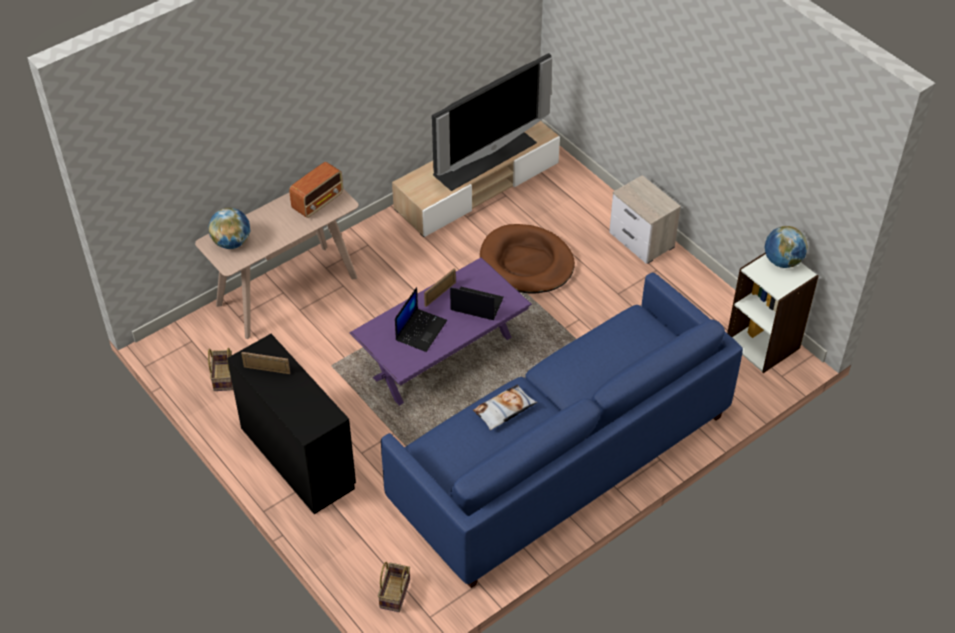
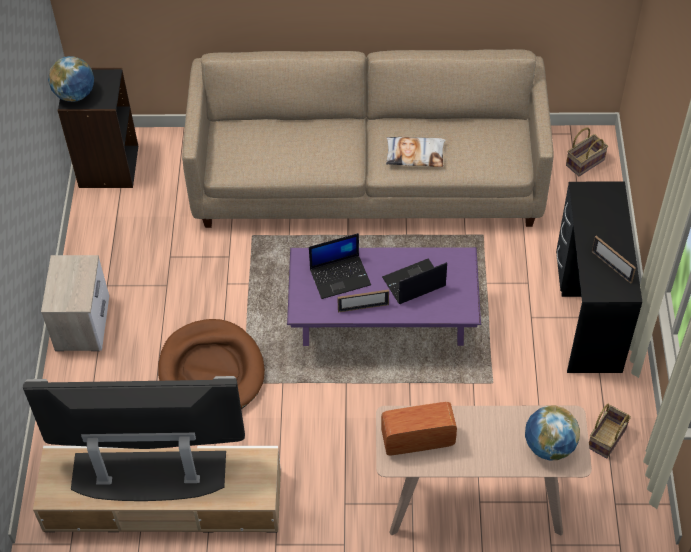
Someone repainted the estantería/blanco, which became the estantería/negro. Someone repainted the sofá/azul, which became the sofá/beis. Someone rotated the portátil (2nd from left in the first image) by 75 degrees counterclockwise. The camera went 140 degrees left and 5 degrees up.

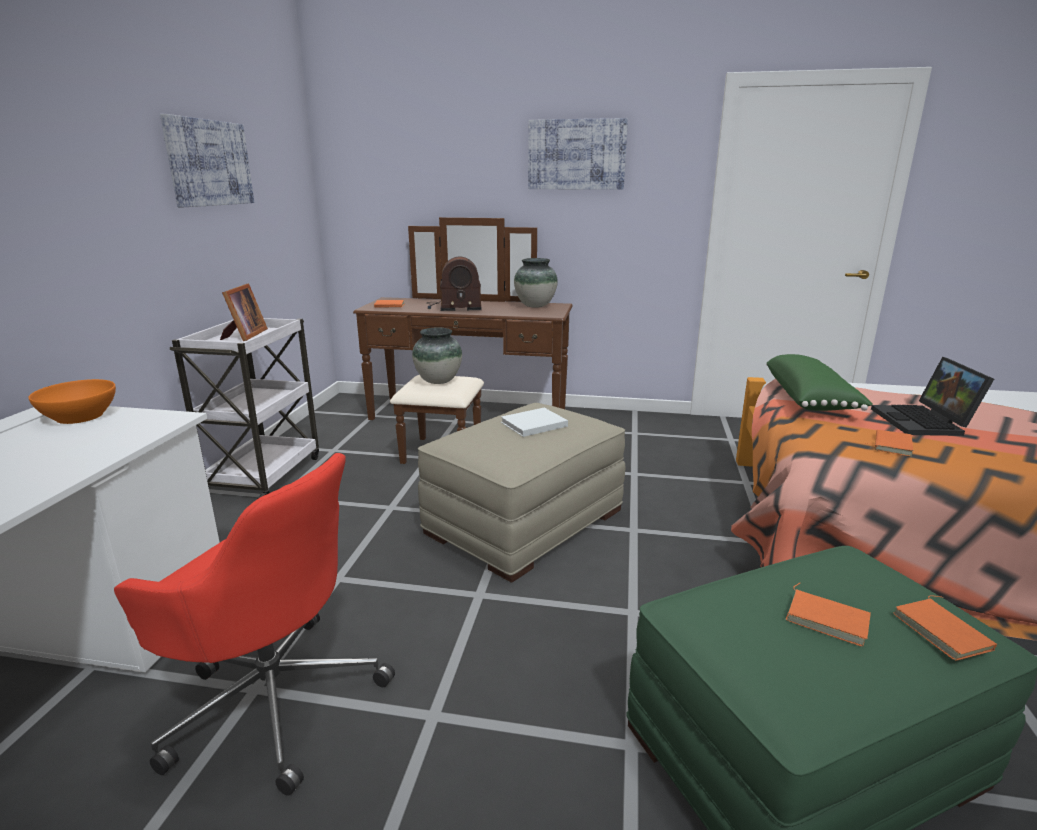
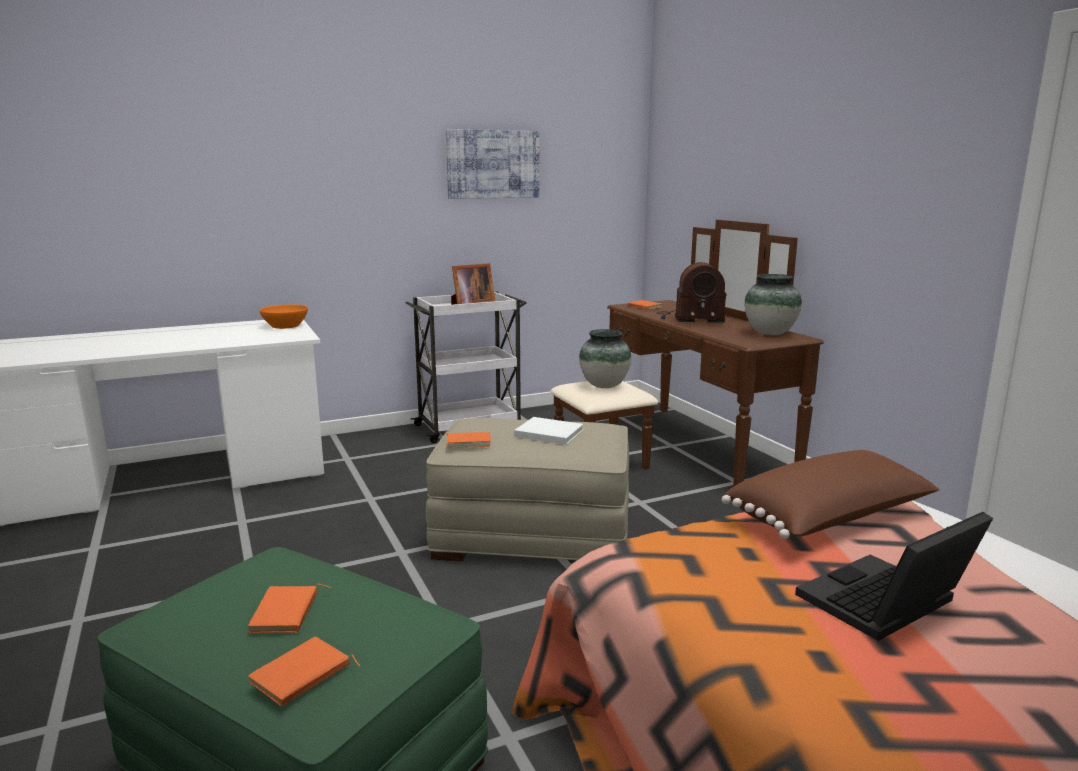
Someone took away the cuadro (2nd from left). Someone rotated the radio by 45 degrees counterclockwise. Someone repainted the cojín/verde, which became the cojín/marrón. Someone carried the libro/naranja (3rd from left). Someone took away the silla de oficina/rojo. The camera went 55 degrees right and 5 degrees down.

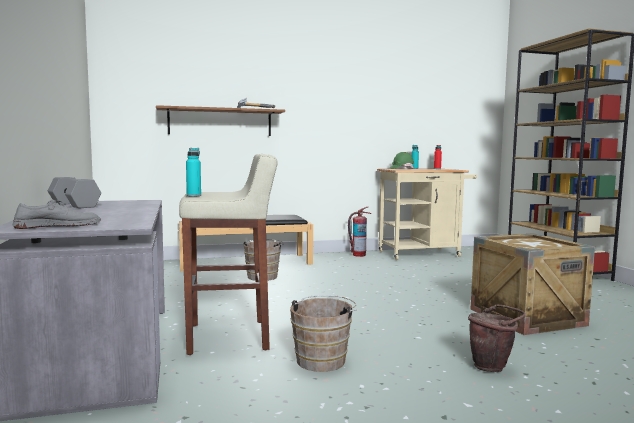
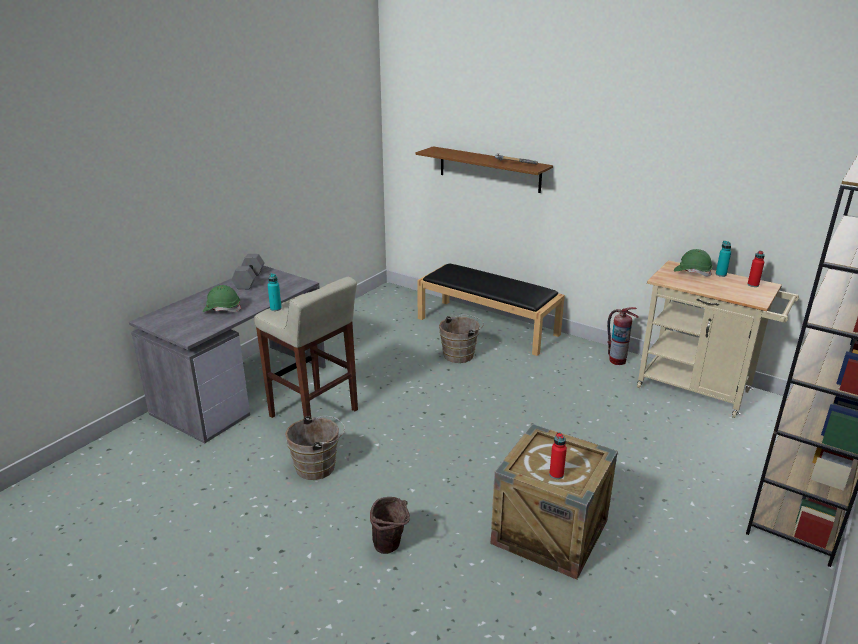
Someone took away the zapato/gris. Someone put down the casco/verde (1st from left). Someone put down the botella/rojo (1st from left). The camera went 50 degrees right and 20 degrees up.

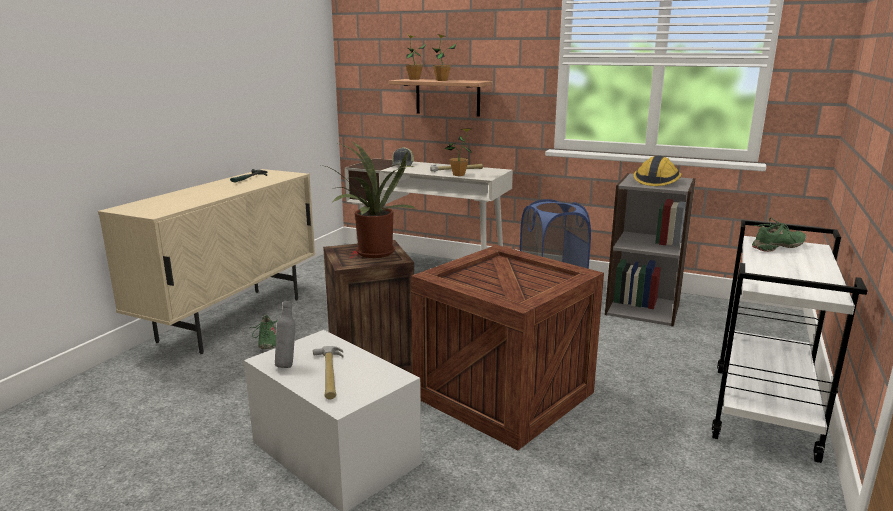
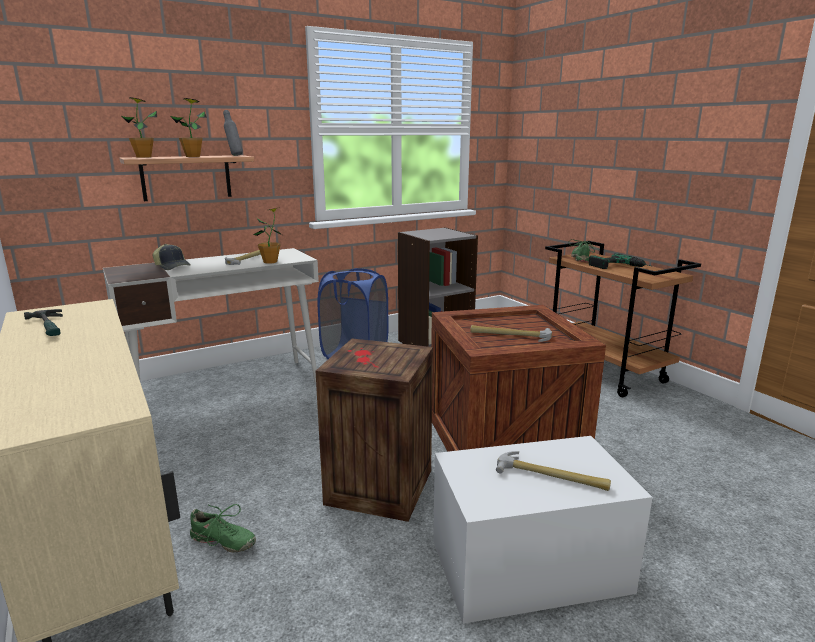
Someone took away the planta en maceta (1st from left). Someone took away the casco. Someone repainted the carrito/blanco, which became the carrito/marrón. Someone carried the botella/gris. Someone put down the taladro. Someone put down the martillo (3rd from left). The camera went 55 degrees left and 0 degrees up.

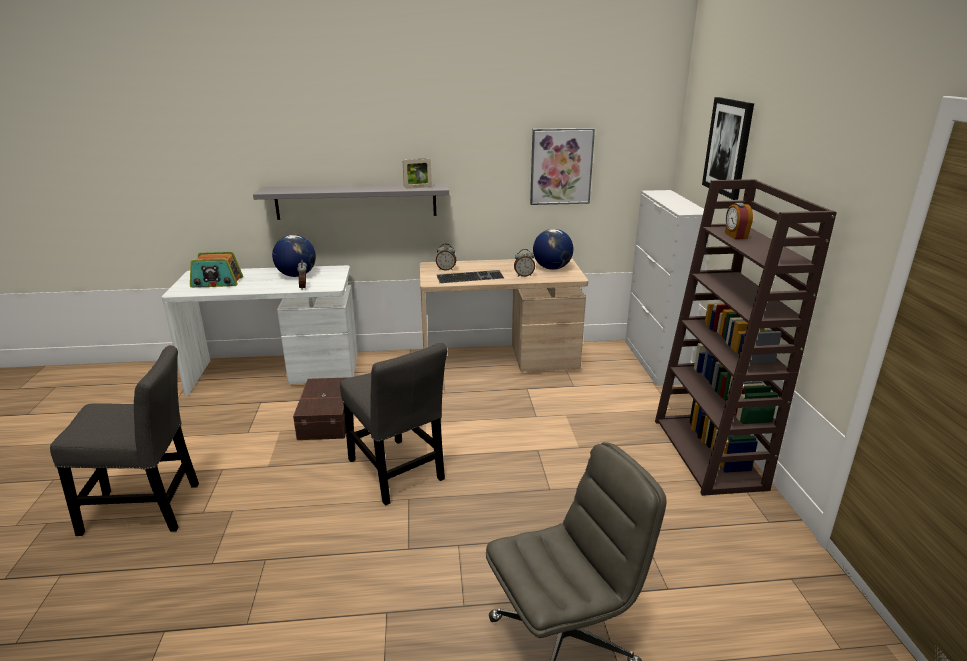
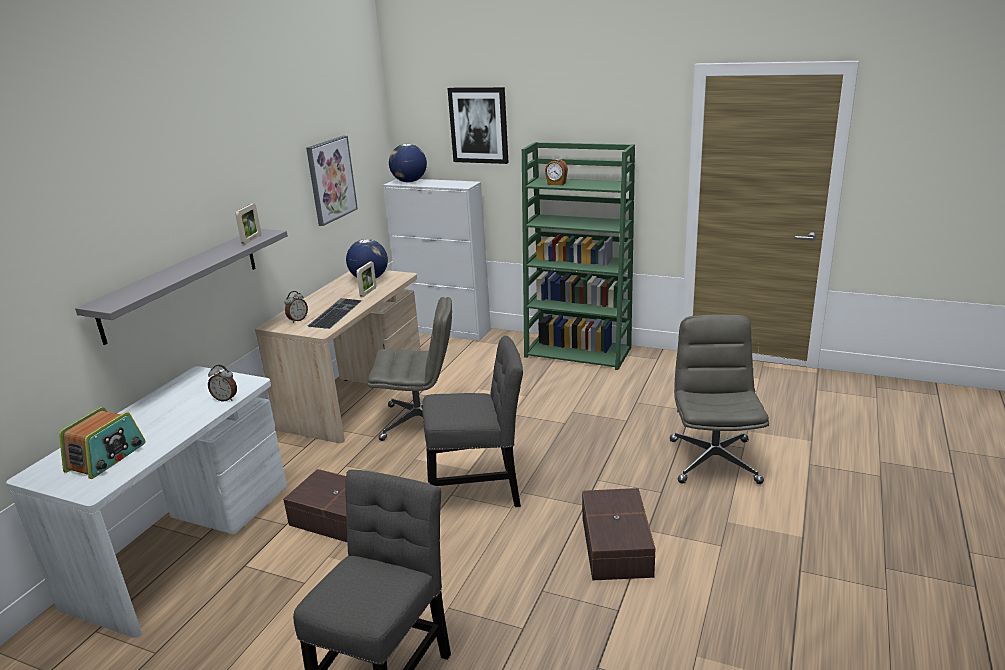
Someone repainted the estantería/marrón, which became the estantería/verde. Someone carried the globo terráqueo (1st from left in the first image). Someone swapped the despertador (3rd from left) for the portarretratos (2nd from left). Someone put down the silla de oficina/gris (1st from left). Someone put down the caja de almacenaje/marrón (2nd from left). The camera went 60 degrees left and 0 degrees up.

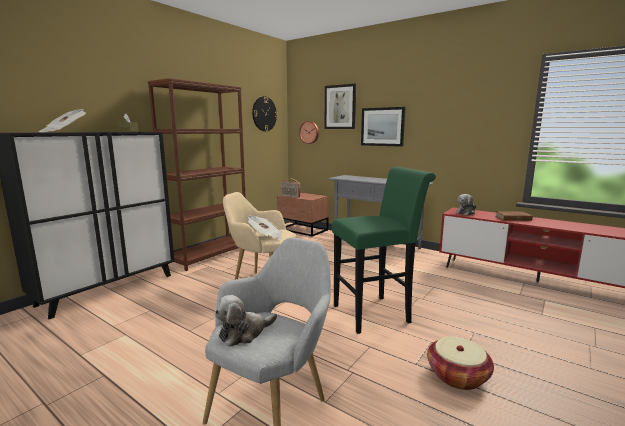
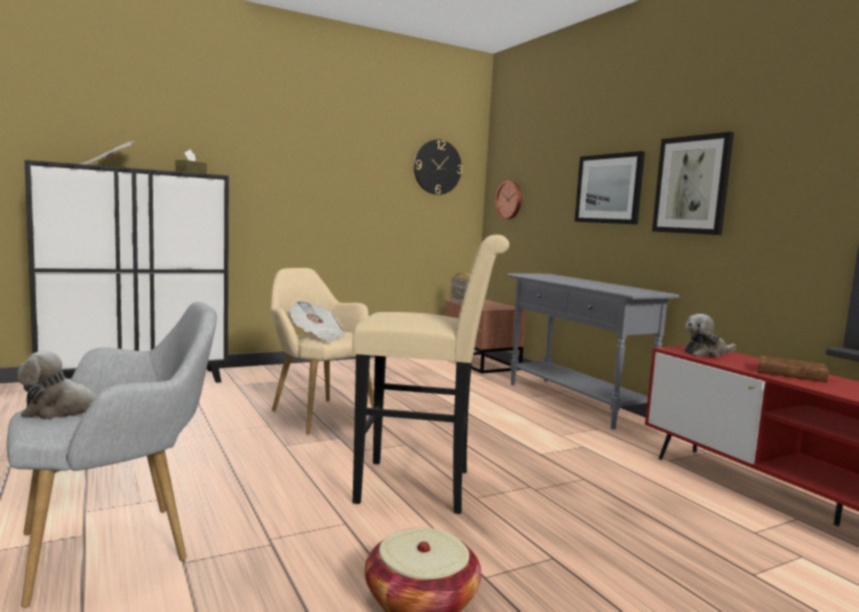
Someone took away the estantería/marrón. Someone carried the cuadro (1st from left in the first image). Someone repainted the taburete/verde, which became the taburete/beis. The camera went 25 degrees right and 5 degrees down.

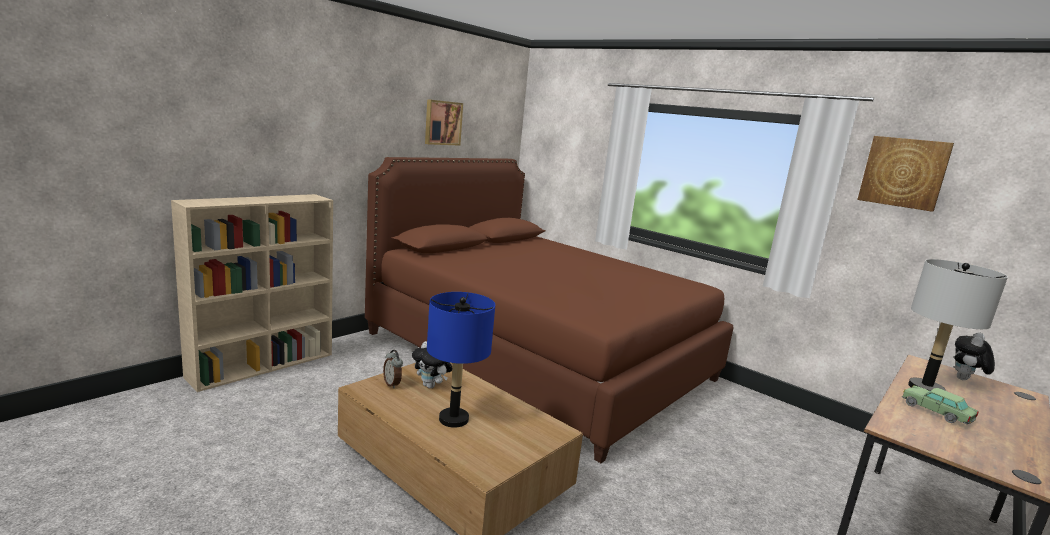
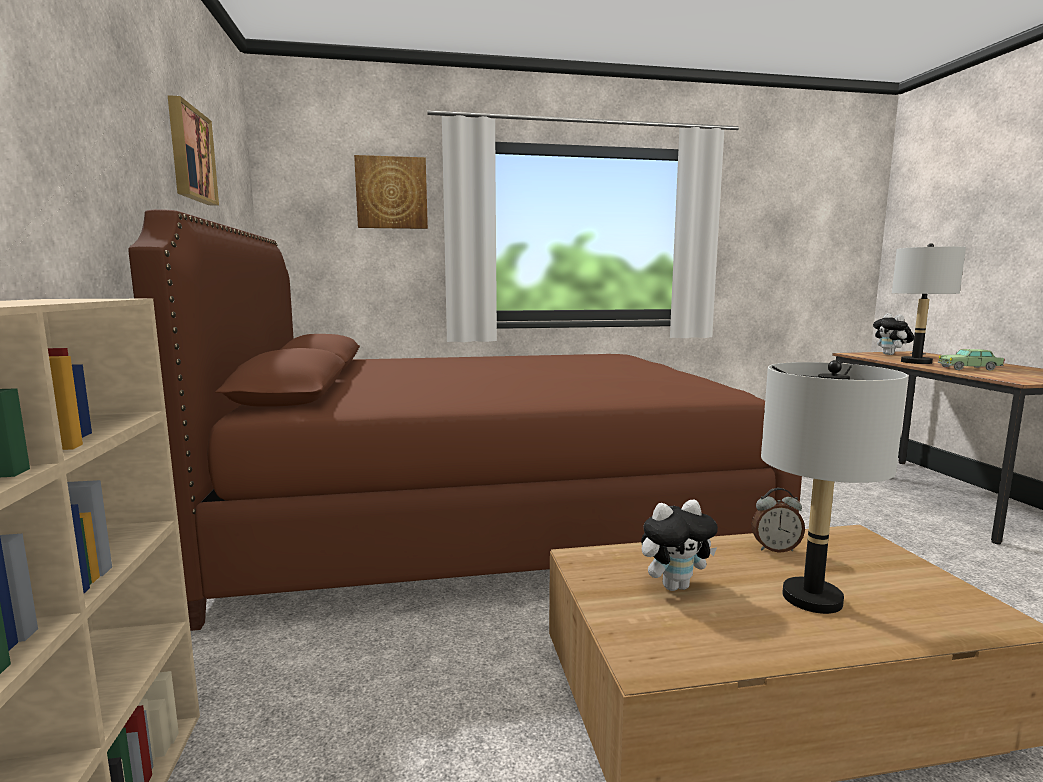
Someone carried the cuadro (2nd from left). Someone repainted the lámpara de mesa/azul, which became the lámpara de mesa/gris (1st from left). Someone carried the despertador. The camera went 50 degrees left and 5 degrees down.

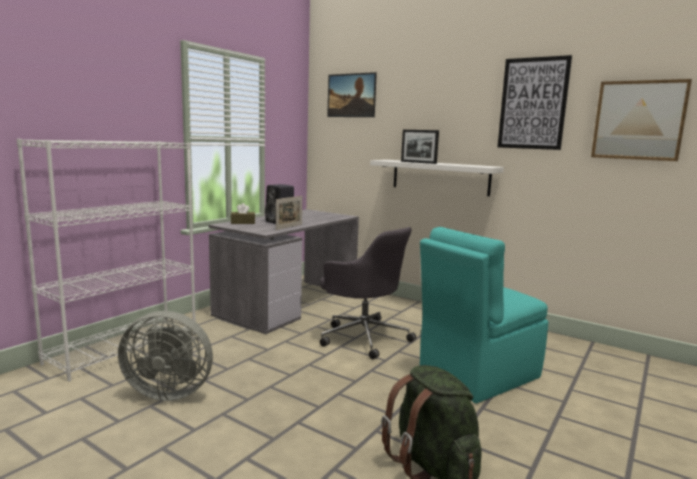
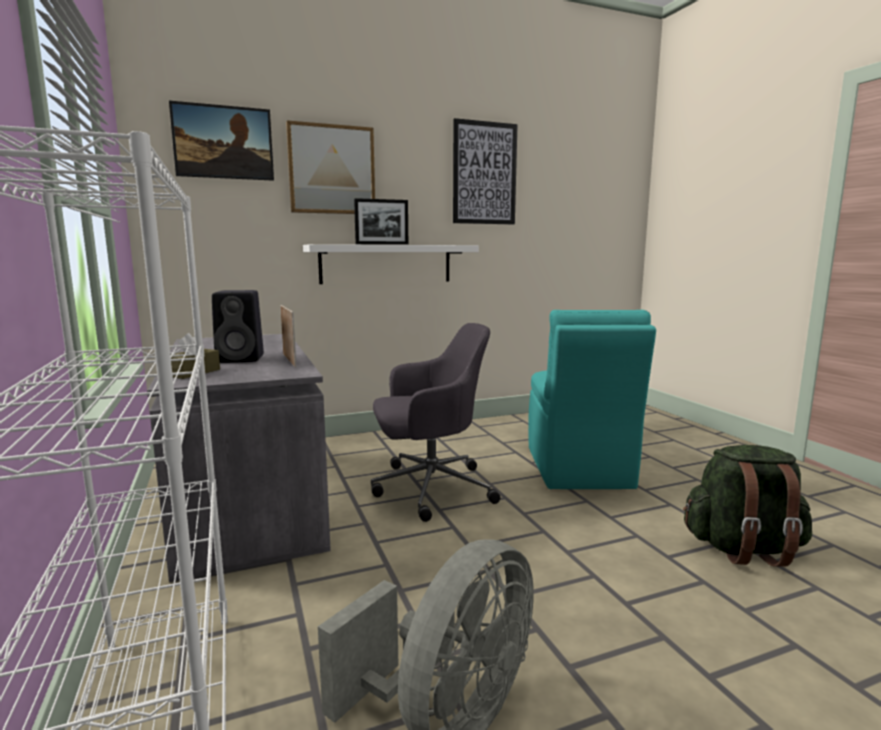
Someone carried the cuadro (3rd from left in the first image). The camera went 55 degrees left and 0 degrees up.

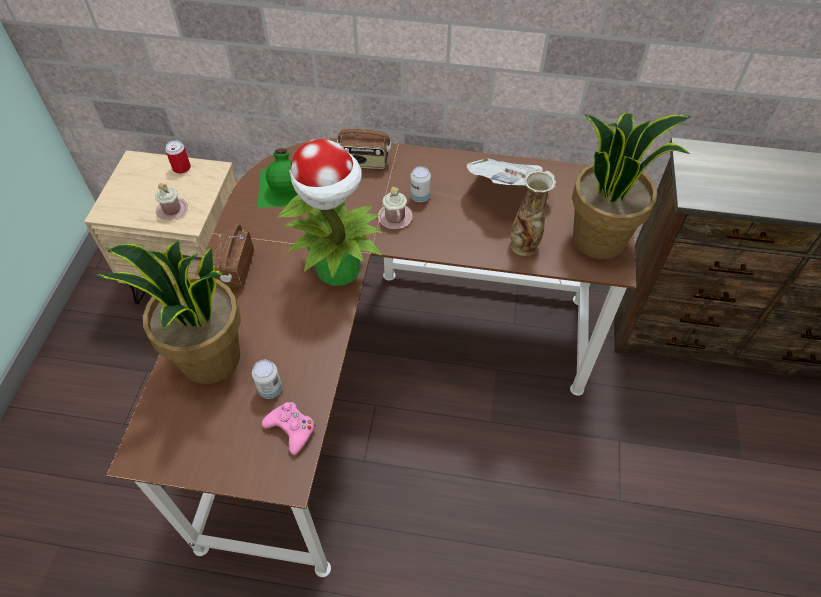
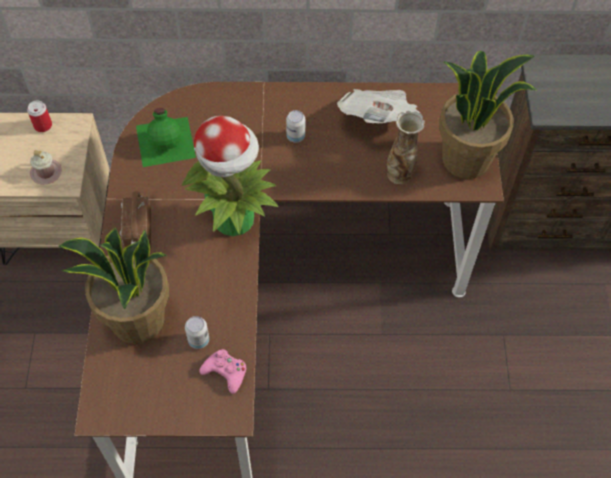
Someone took away the radio (2nd from left). Someone took away the taza grande/rosa (2nd from left). The camera went 10 degrees left and 5 degrees up.

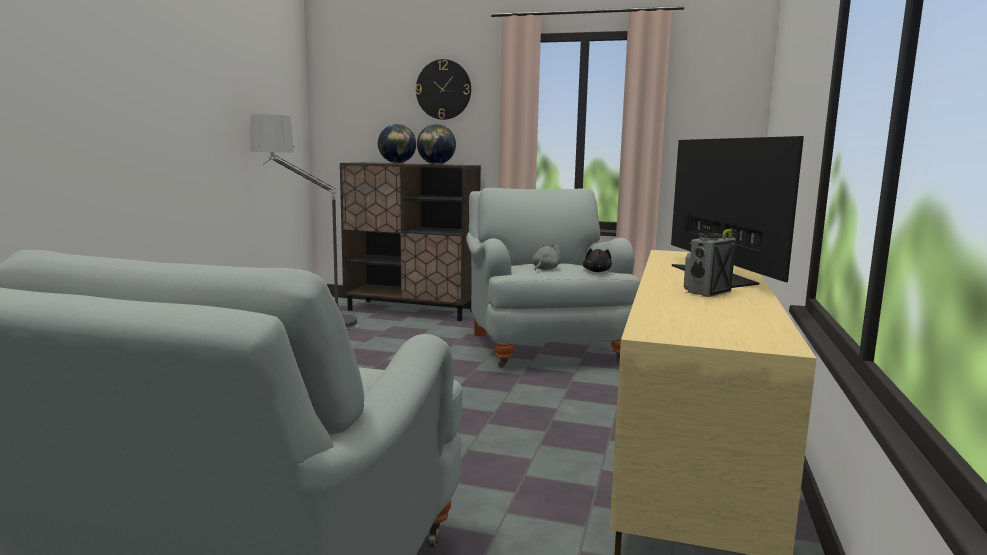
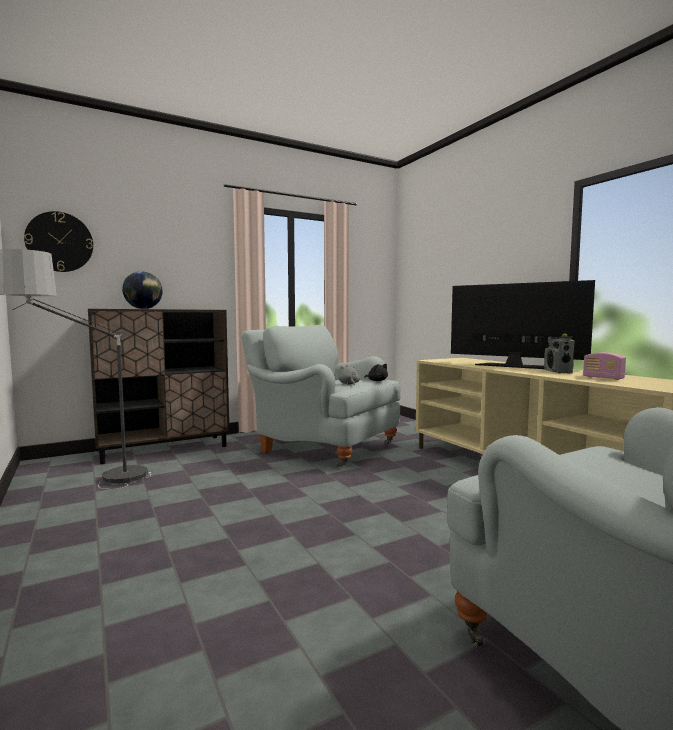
Someone carried the reloj de pared. Someone took away the globo terráqueo (2nd from left). Someone put down the radio (2nd from left). The camera went 45 degrees left and 5 degrees down.

